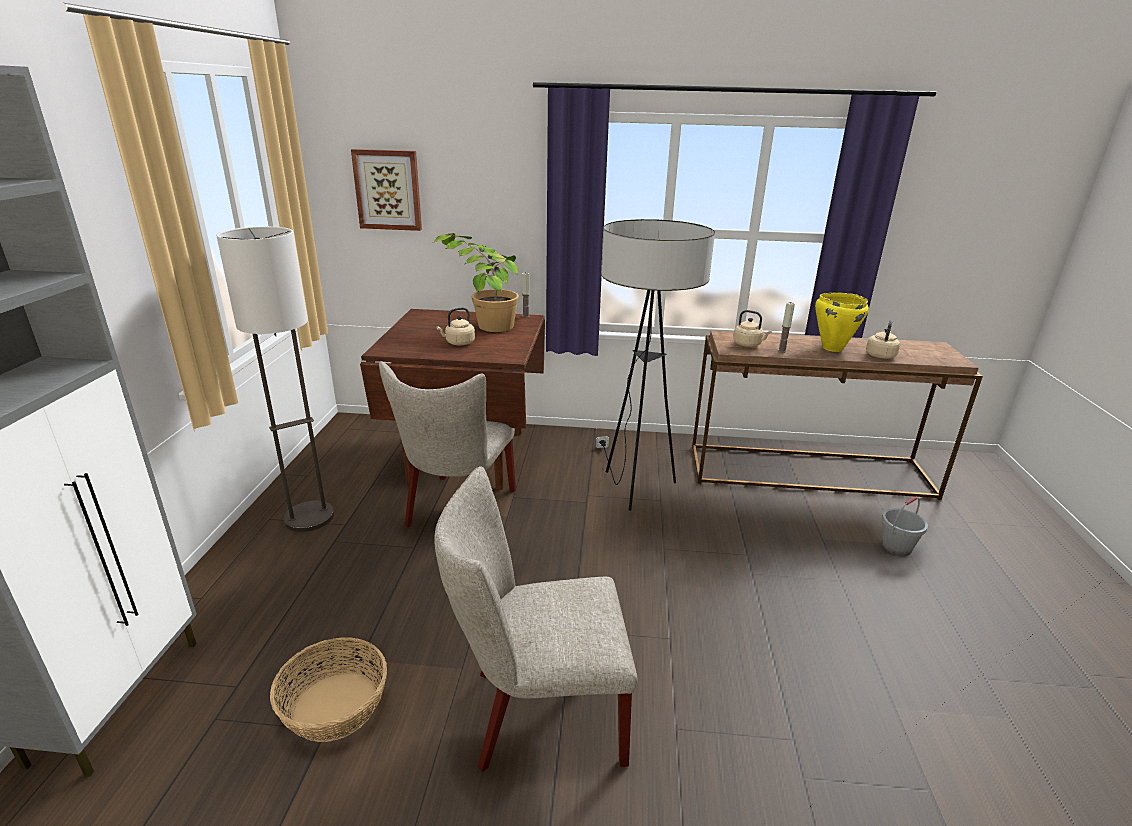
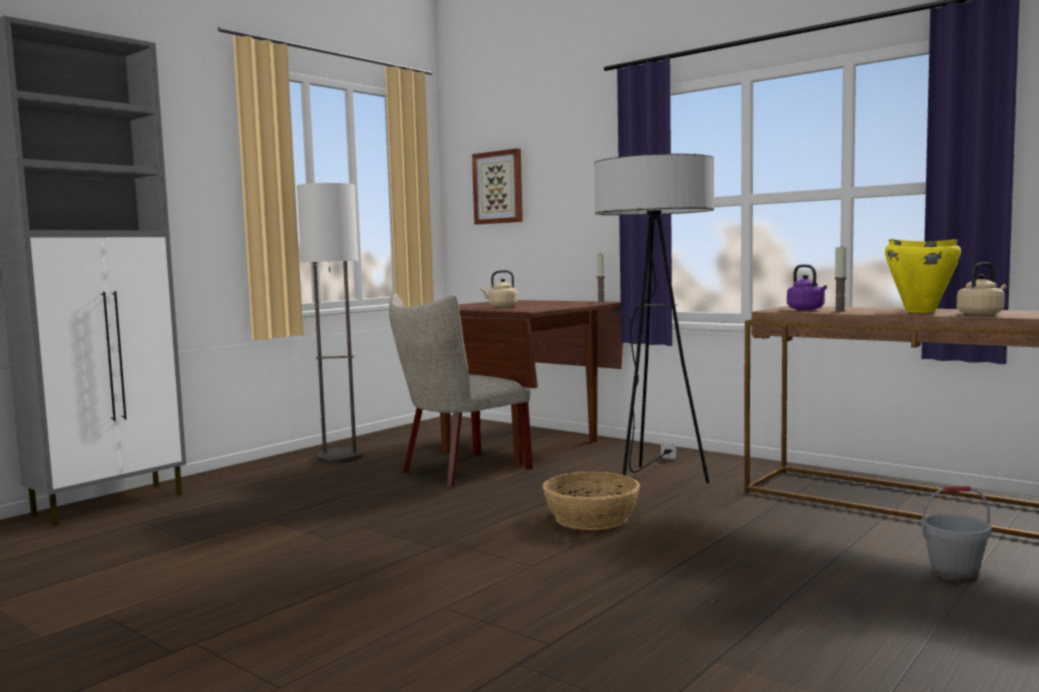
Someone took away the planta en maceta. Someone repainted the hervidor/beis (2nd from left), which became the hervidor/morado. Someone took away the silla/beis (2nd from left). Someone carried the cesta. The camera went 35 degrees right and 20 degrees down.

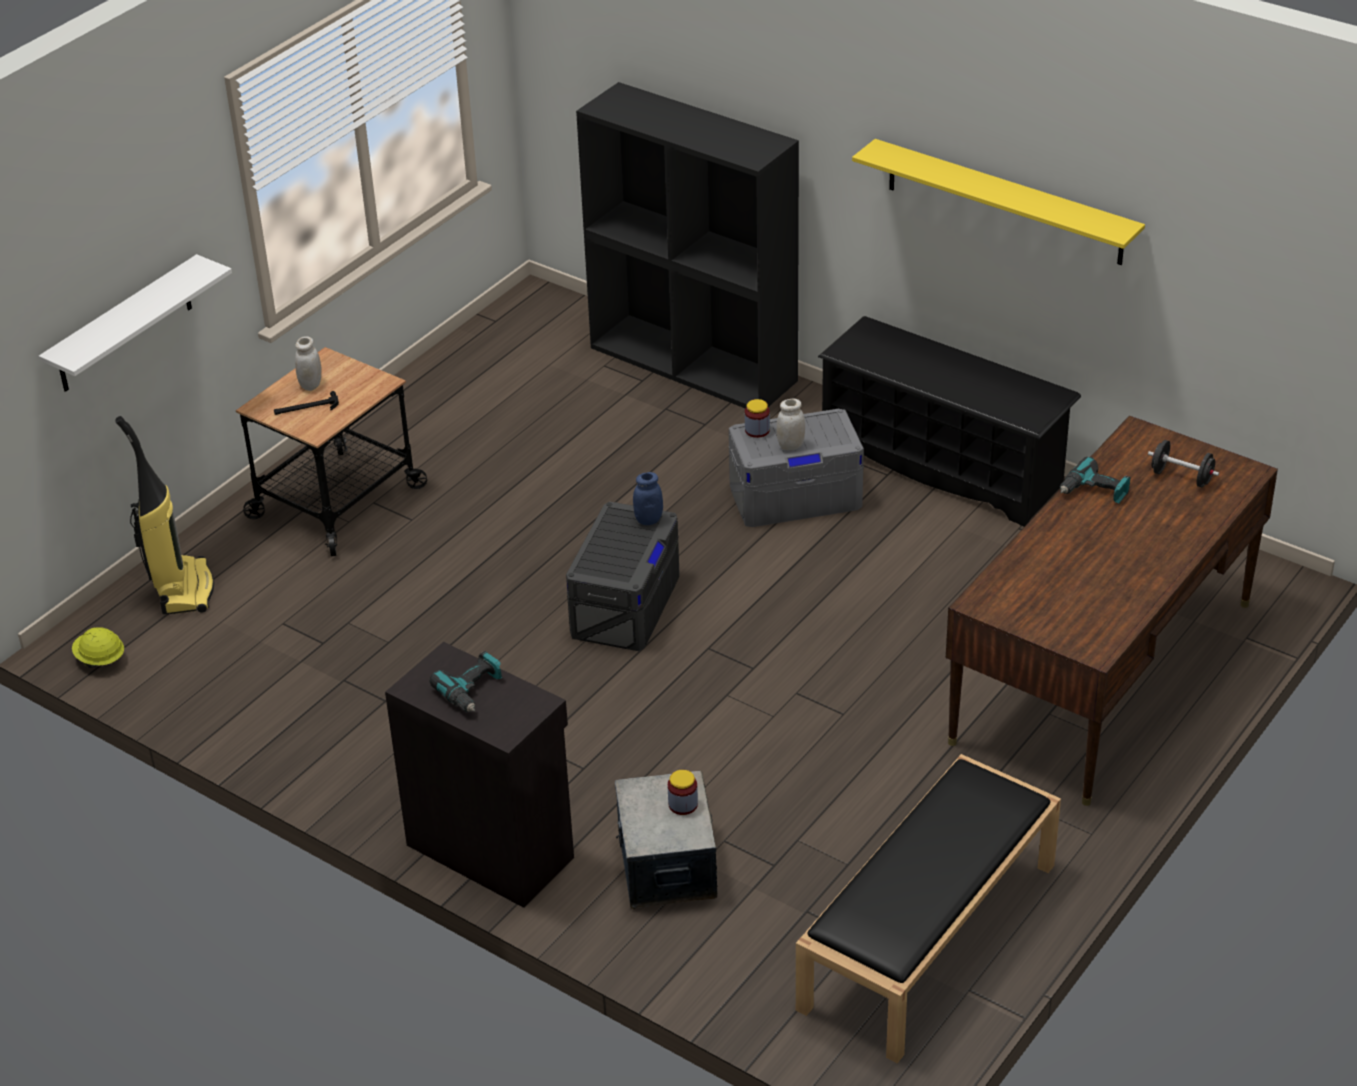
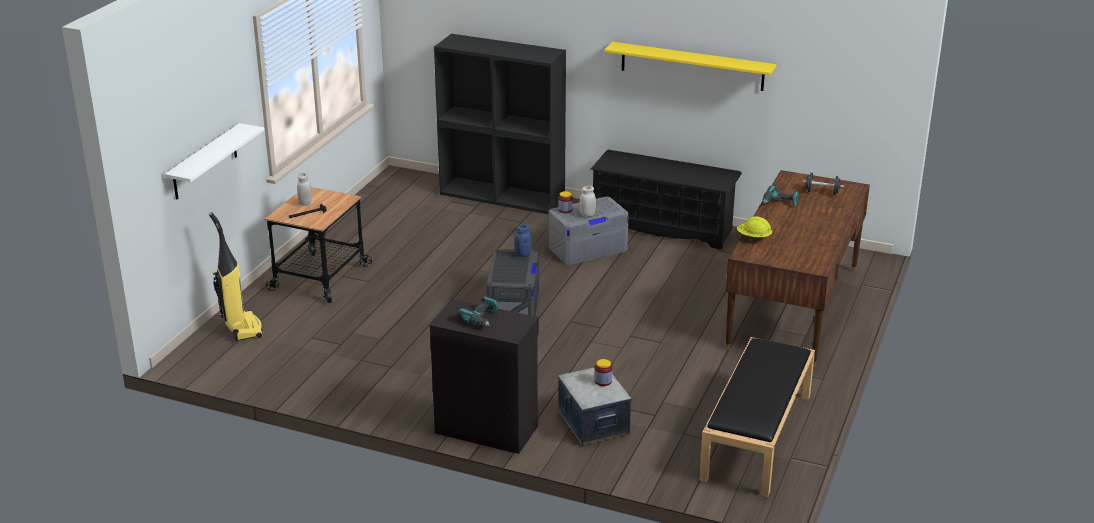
Someone carried the casco/amarillo. The camera went 15 degrees left and 10 degrees down.

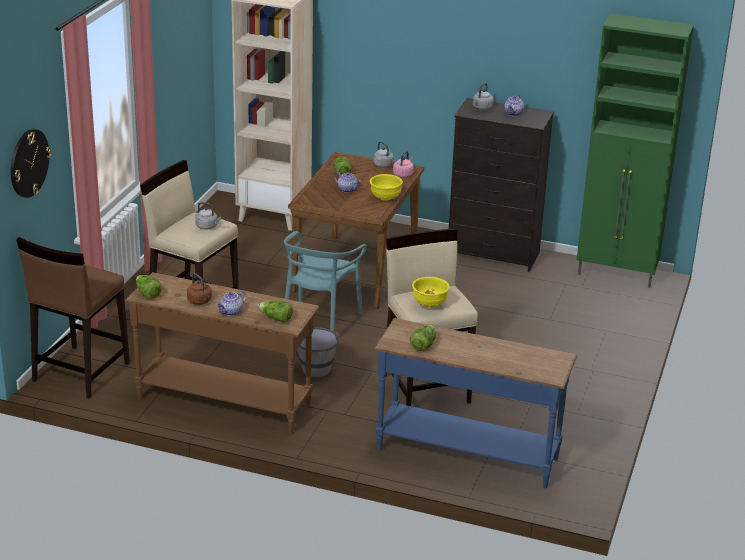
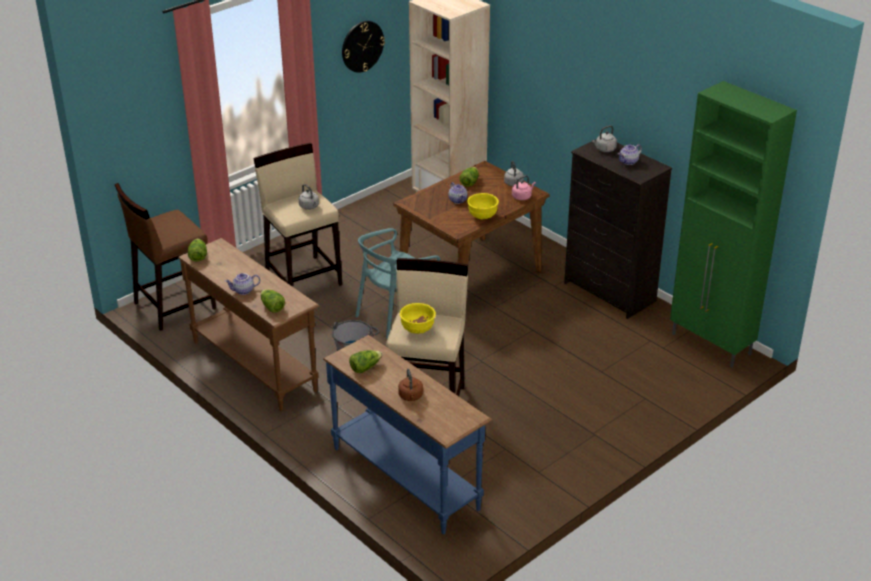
Someone carried the reloj de pared. Someone carried the hervidor/marrón. The camera went 30 degrees right and 5 degrees up.

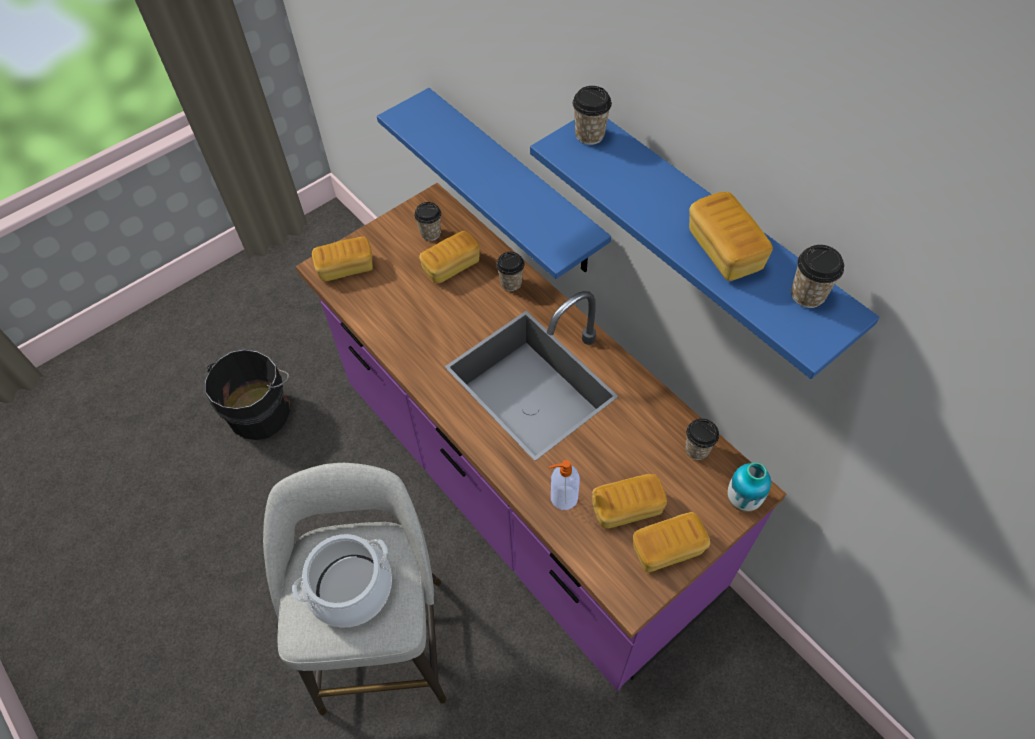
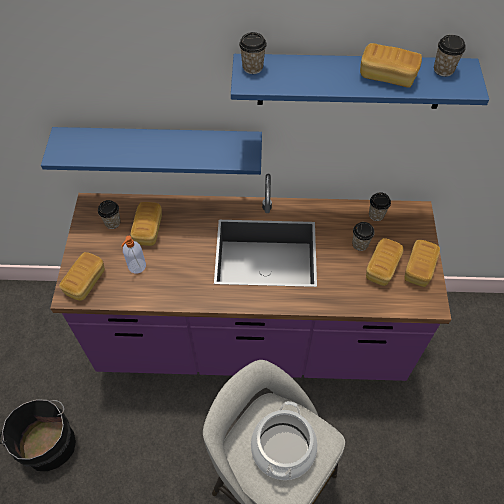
Someone carried the taza (2nd from left in the first image). Someone carried the dispensador de jabón. Someone took away the florero. The camera went 50 degrees left and 0 degrees up.

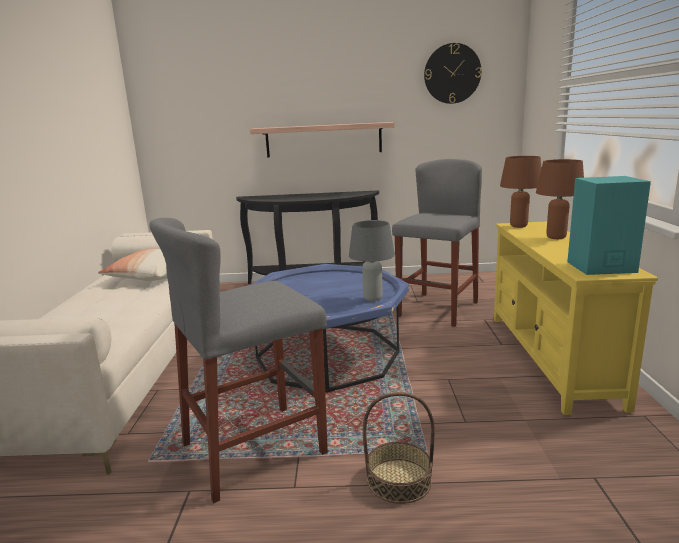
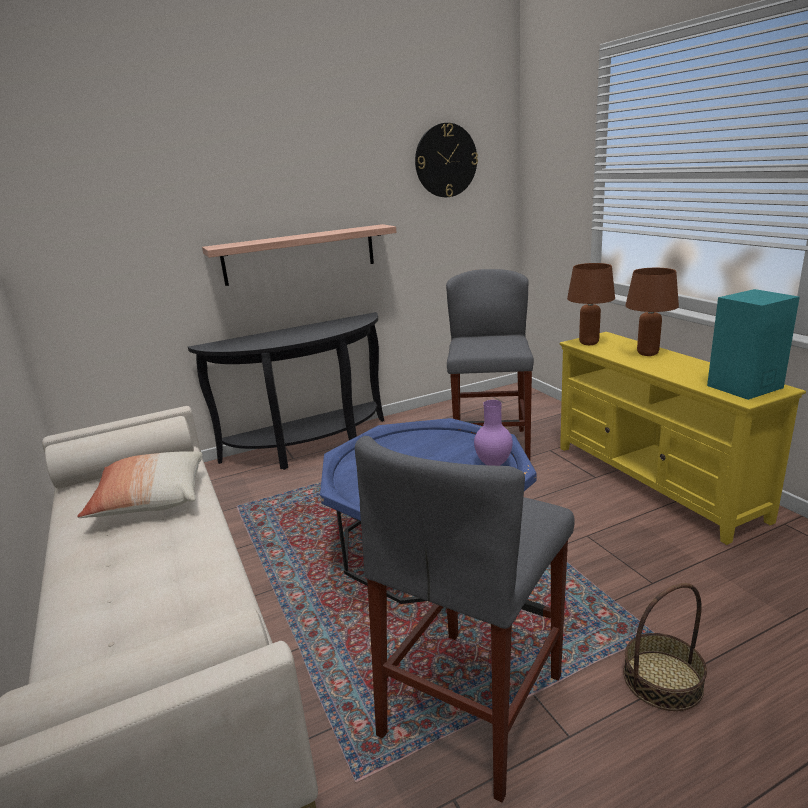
Someone swapped the lámpara de mesa/gris for the florero/morado. The camera went 25 degrees left and 5 degrees up.

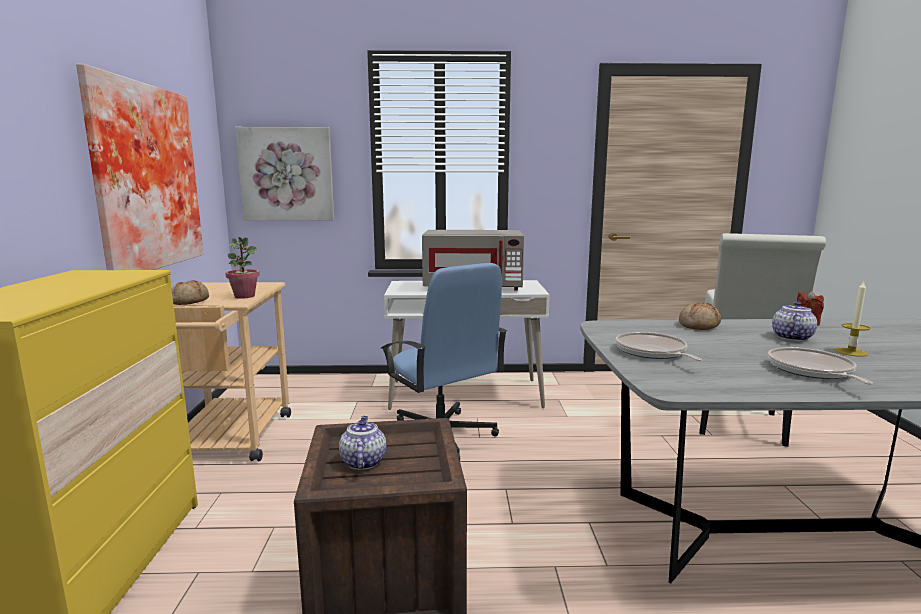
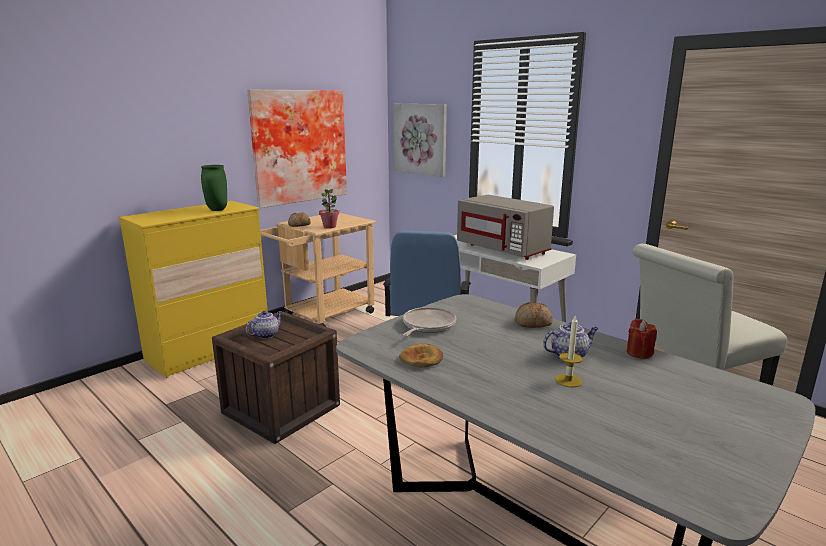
Someone took away the sartén (2nd from left). Someone put down the florero/verde. Someone put down the pan (2nd from left). The camera went 45 degrees right and 5 degrees up.

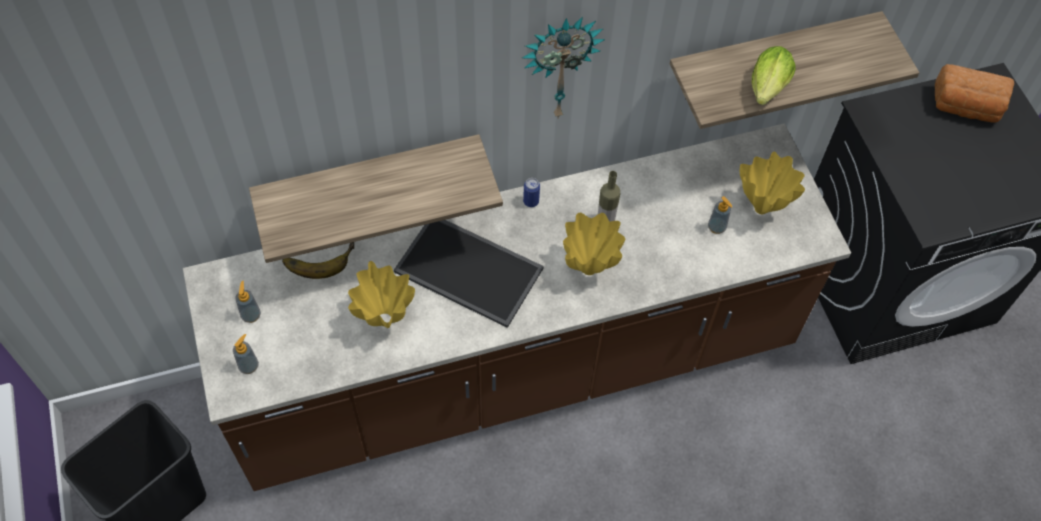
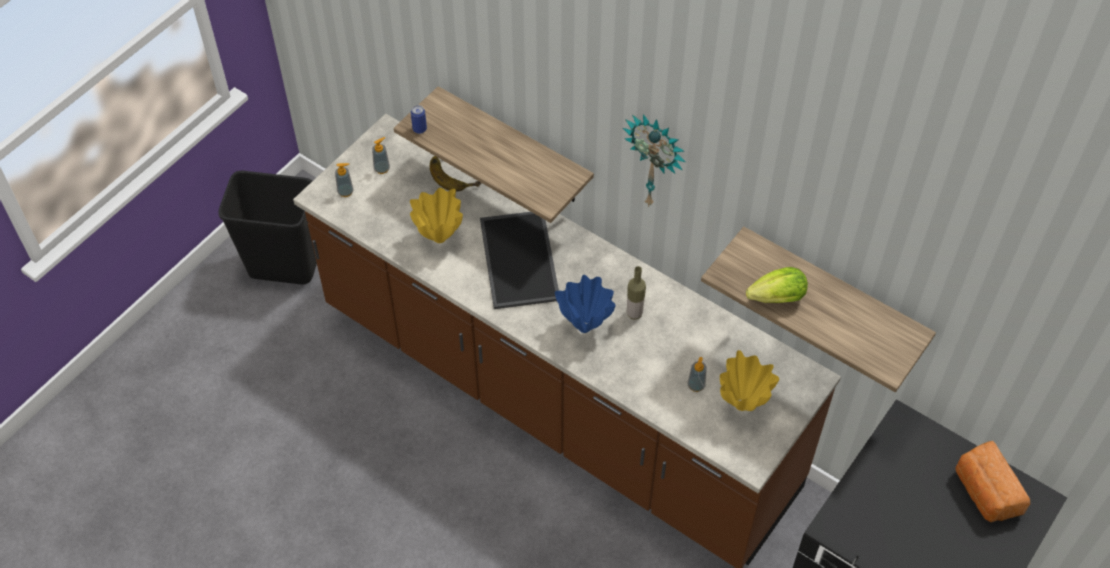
Someone carried the lata. Someone repainted the florero/amarillo (2nd from left), which became the florero/azul. The camera went 55 degrees right and 5 degrees down.

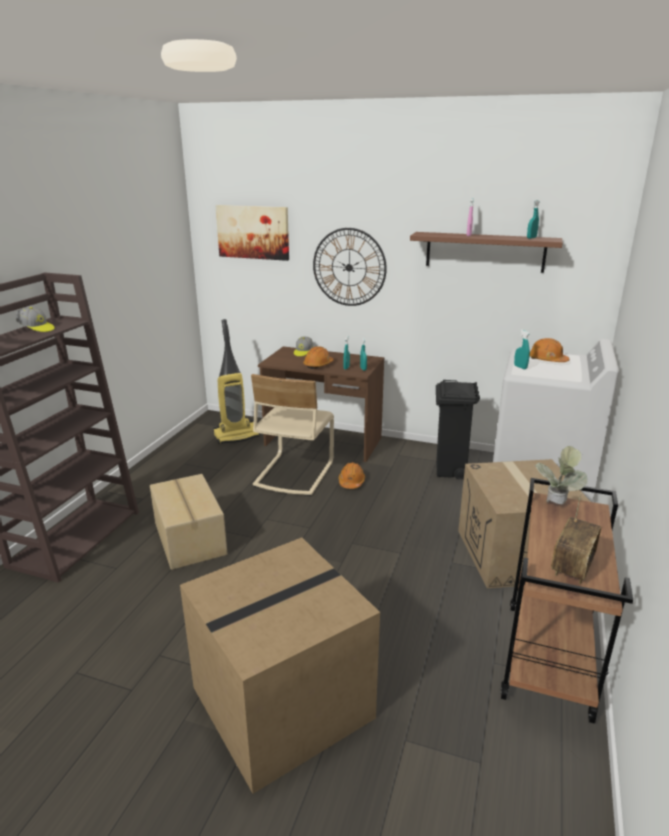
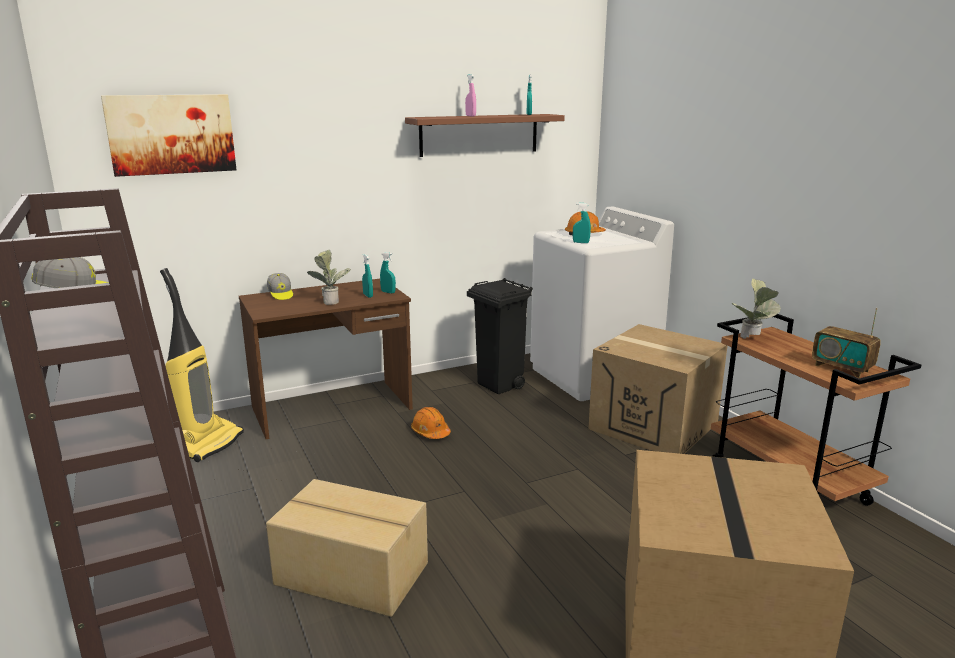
Someone took away the reloj de pared. Someone swapped the casco/naranja (1st from left) for the planta en maceta (1st from left). Someone took away the silla/beis. Someone rotated the radio by 150 degrees clockwise. The camera went 45 degrees left and 5 degrees down.

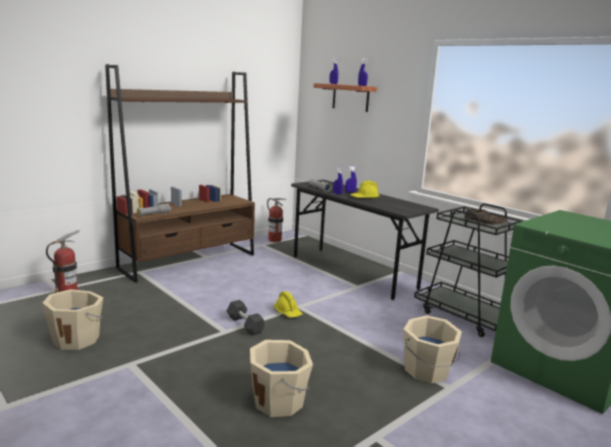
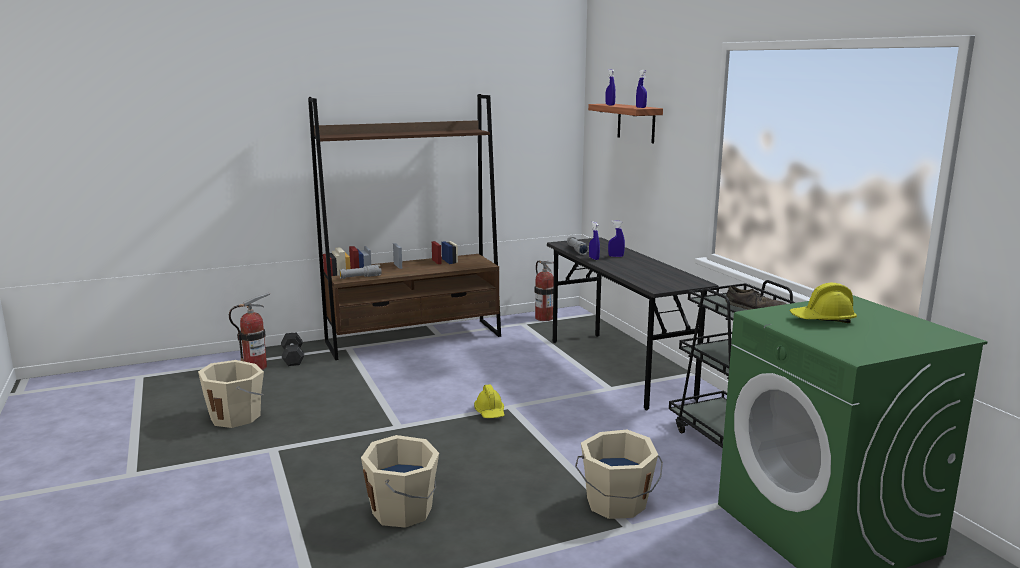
Someone carried the casco/amarillo (2nd from left). Someone carried the mancuerna/negro. The camera went 20 degrees right and 0 degrees up.

